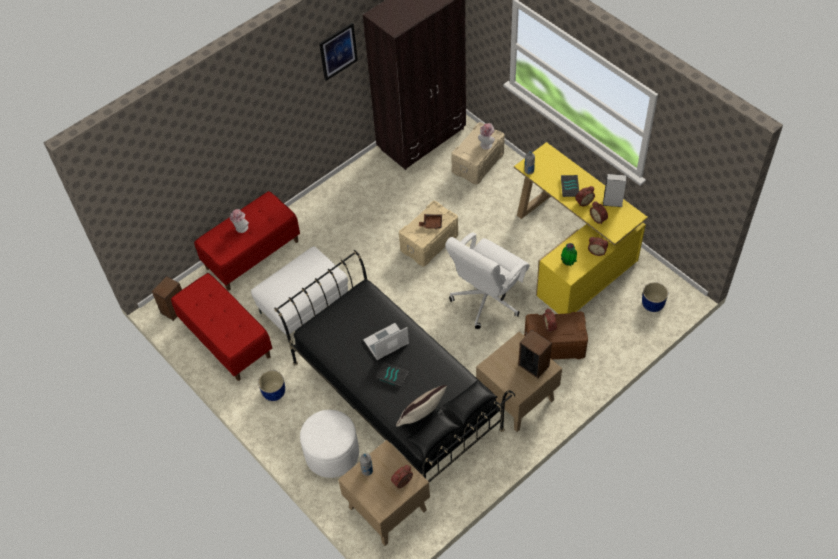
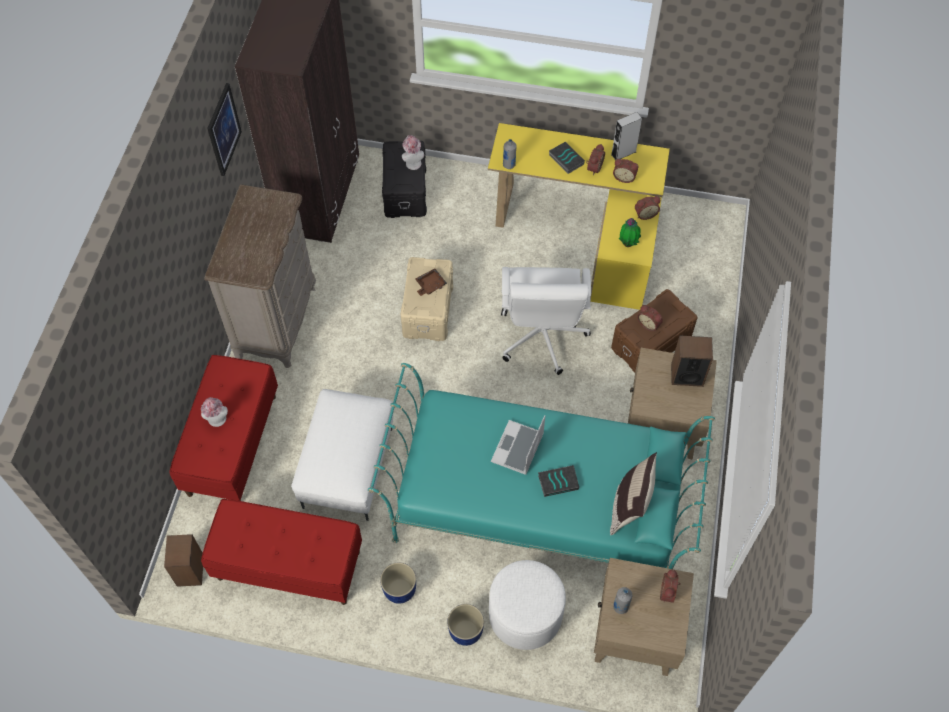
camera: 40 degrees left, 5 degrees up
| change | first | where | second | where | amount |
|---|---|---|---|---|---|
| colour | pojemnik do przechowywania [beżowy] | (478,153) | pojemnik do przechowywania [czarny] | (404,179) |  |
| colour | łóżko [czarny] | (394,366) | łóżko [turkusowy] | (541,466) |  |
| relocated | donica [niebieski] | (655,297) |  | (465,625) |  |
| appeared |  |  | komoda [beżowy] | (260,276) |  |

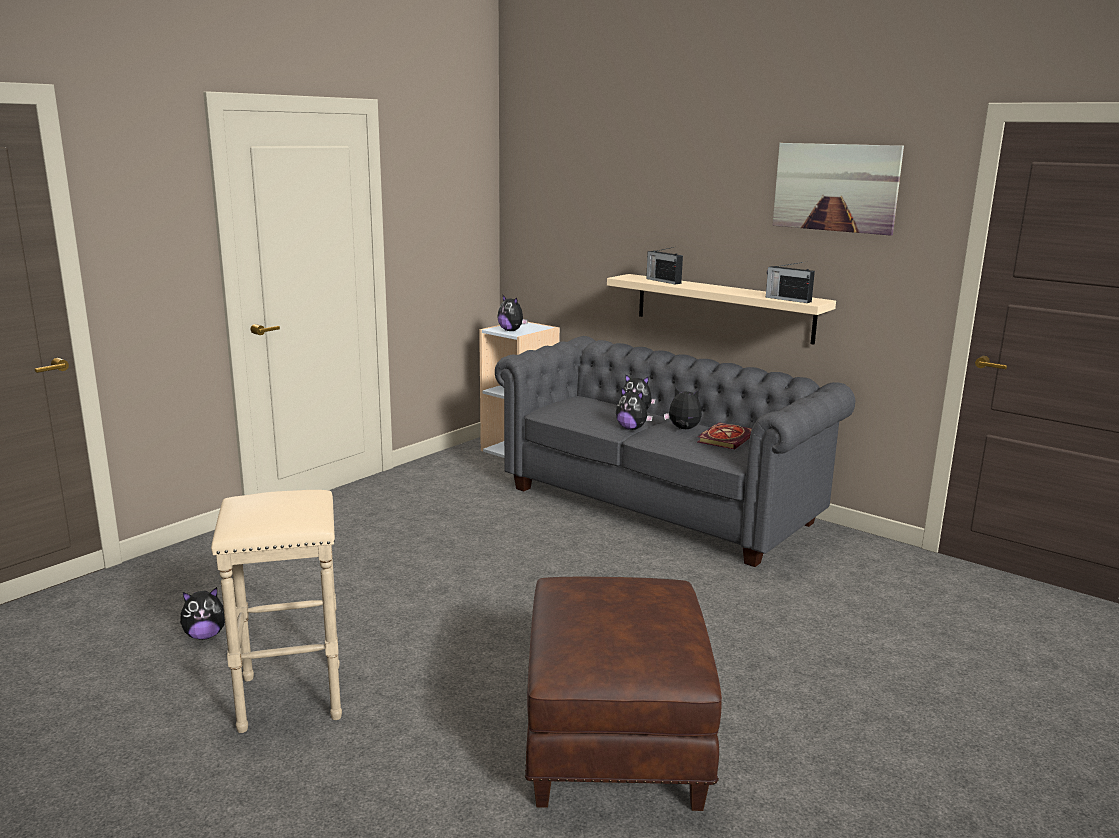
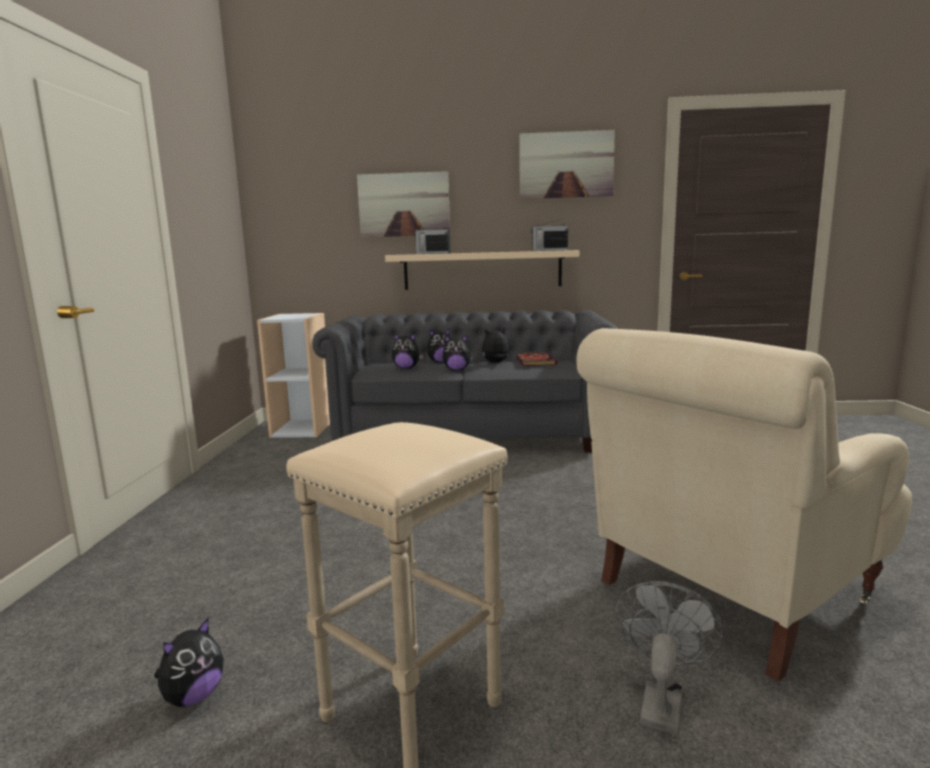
camera: 35 degrees left, 5 degrees down
| change | first | where | second | where | amount |
|---|---|---|---|---|---|
| relocated | pluszak | (512,313) |  | (408,351) |  |
| exchanged | pufa [brązowy] | (623,694) | fotel [beżowy] | (744,505) |  |
| appeared |  |  | obraz | (403,204) |  |
| appeared |  |  | wentylator [szary] | (669,658) |  |

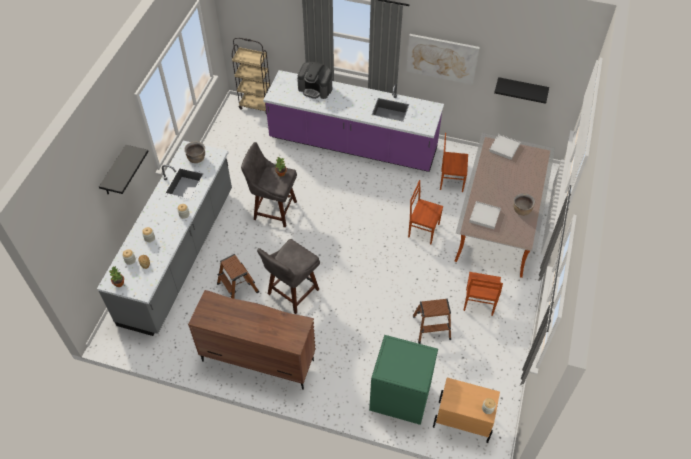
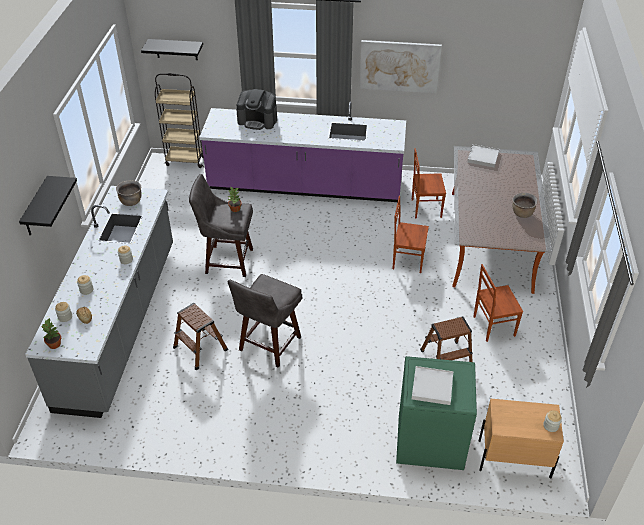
camera: 10 degrees left, 10 degrees down
| change | first | where | second | where | amount |
|---|---|---|---|---|---|
| relocated | półka [czarny] | (521,90) |  | (172,49) |  |
| relocated | taca [biały] | (485,215) |  | (432,385) |  |
| spun | krzesło [brązowy] | (483,294) |  | (498,303) | 75 degrees clockwise |
| missing | komoda [brązowy] | (252,340) |  |  |  |

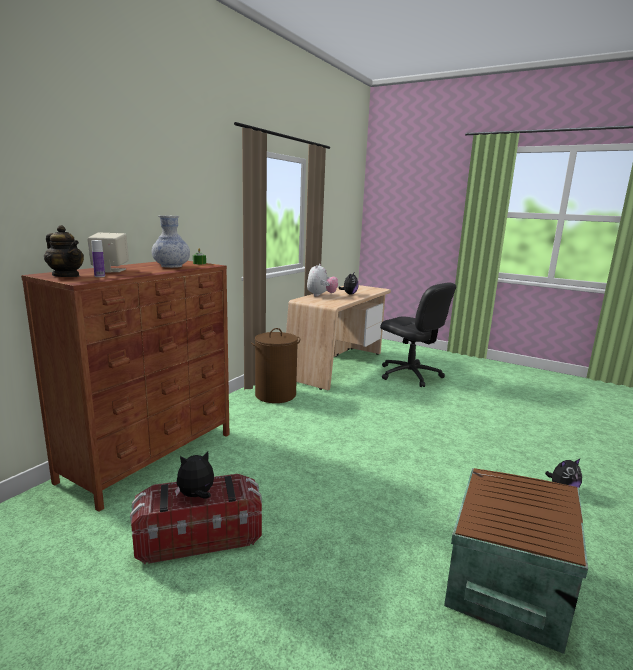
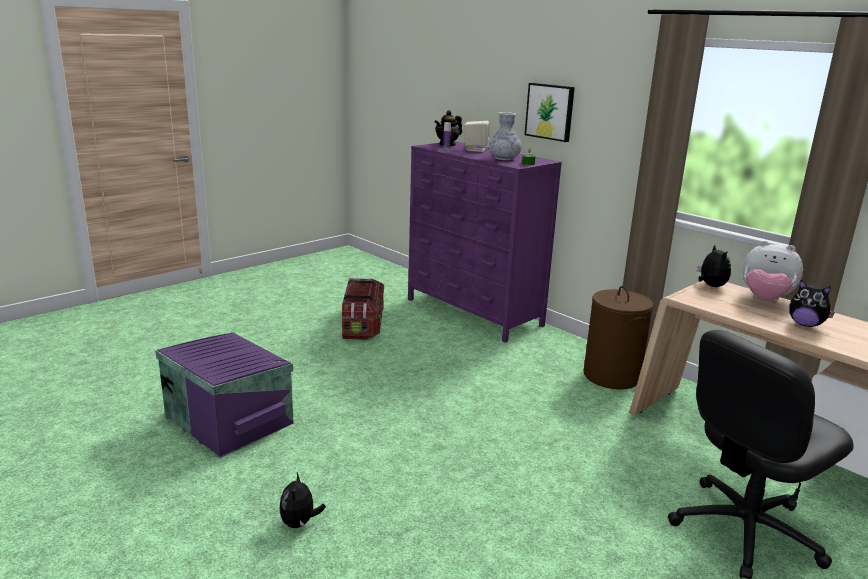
camera: 105 degrees right, 5 degrees up
| change | first | where | second | where | amount |
|---|---|---|---|---|---|
| colour | komoda [brązowy] | (125,386) | komoda [fioletowy] | (485,242) |  |
| relocated | pluszak | (194,475) |  | (714,266) |  |
| colour | pojemnik do przechowywania [brązowy] | (516,561) | pojemnik do przechowywania [fioletowy] | (224,395) |  |
| appeared |  |  | obraz | (550,112) |  |

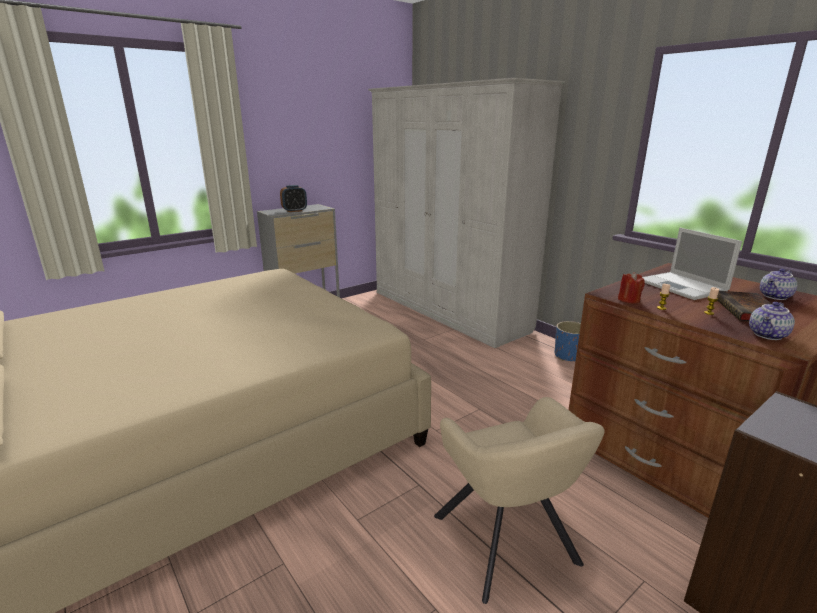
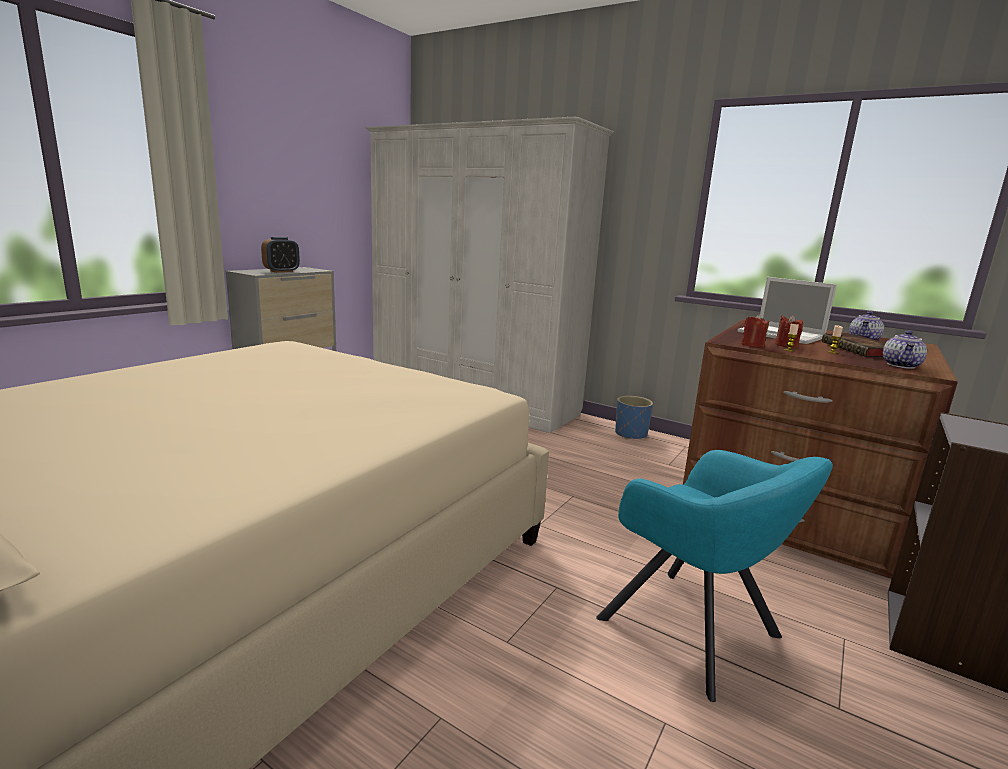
camera: 20 degrees left, 5 degrees down
| change | first | where | second | where | amount |
|---|---|---|---|---|---|
| colour | fotel [beżowy] | (519,500) | fotel [turkusowy] | (714,576) |  |
| appeared |  |  | świeca [czerwony] | (789,331) |  |

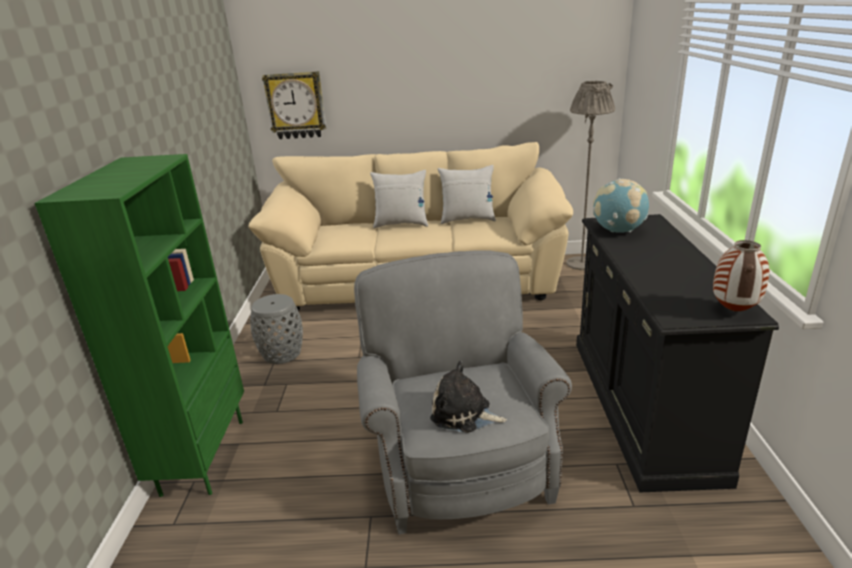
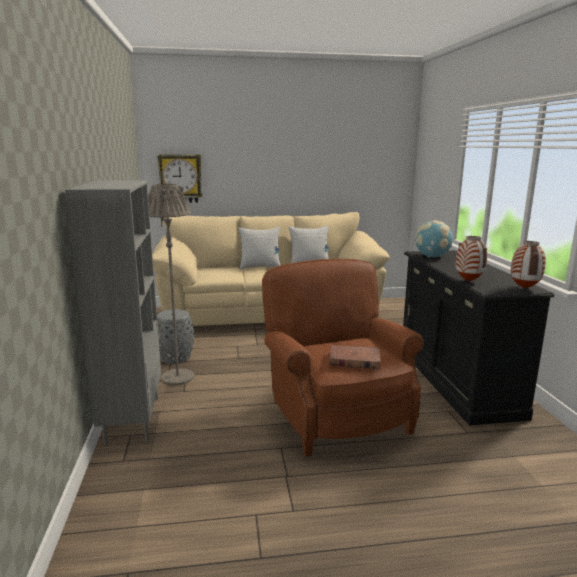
camera: 10 degrees left, 10 degrees down
| change | first | where | second | where | amount |
|---|---|---|---|---|---|
| relocated | lampa stojąca [szary] | (590,175) |  | (171,284) |  |
| colour | regał [zielony] | (139,325) | regał [szary] | (113,312) |  |
| colour | fotel [szary] | (463,392) | fotel [brązowy] | (343,358) |  |
| exchanged | pluszak | (468,397) | książka [brązowy] | (355,357) |  |
| appeared |  |  | wazon | (471,258) |  |

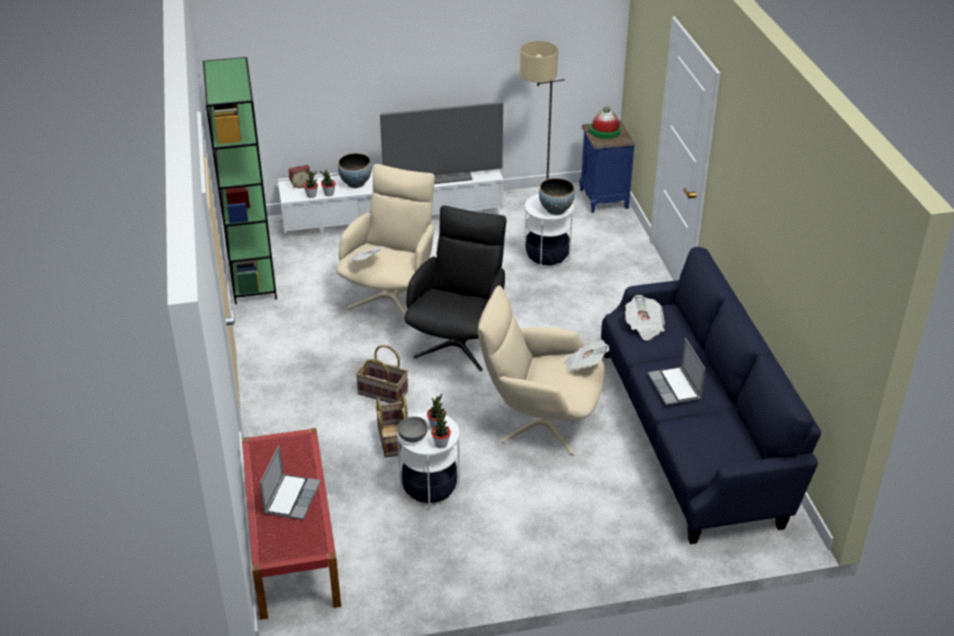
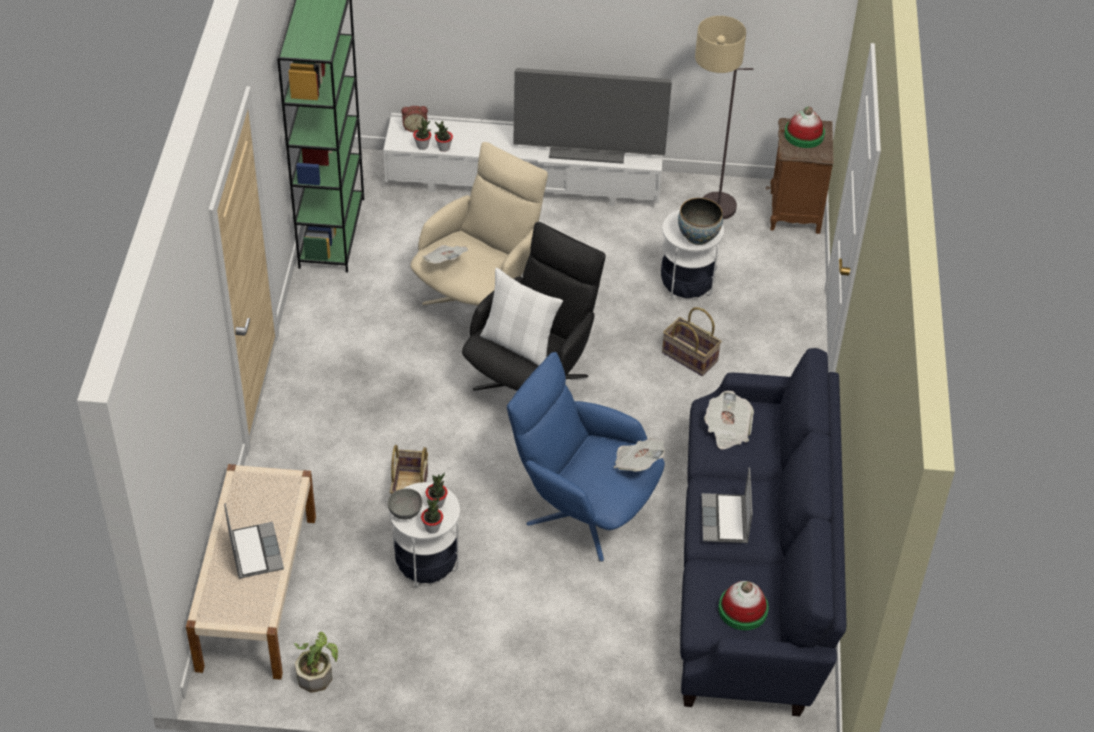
camera: 15 degrees right, 10 degrees up
| change | first | where | second | where | amount |
|---|---|---|---|---|---|
| colour | szafka nocna [niebieski] | (607,166) | szafka nocna [brązowy] | (800,176) |  |
| missing | miska | (355,170) |  |  |  |
| colour | fotel [beżowy] | (541,370) | fotel [niebieski] | (586,456) |  |
| relocated | koszyk | (382,374) |  | (692,341) |  |
| colour | ławka [czerwony] | (291,524) | ławka [beżowy] | (251,572) |  |
| spun | laptop | (290,482) |  | (254,541) | 45 degrees counterclockwise |
| appeared |  |  | poduszka [biały] | (521,317) |  |
| appeared |  |  | kapelusz | (743,605) |  |
| appeared |  |  | roślina doniczkowa | (316,662) |  |

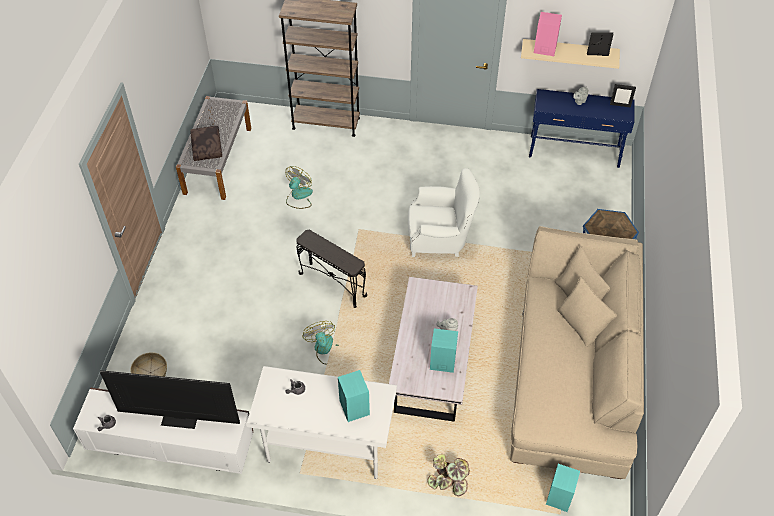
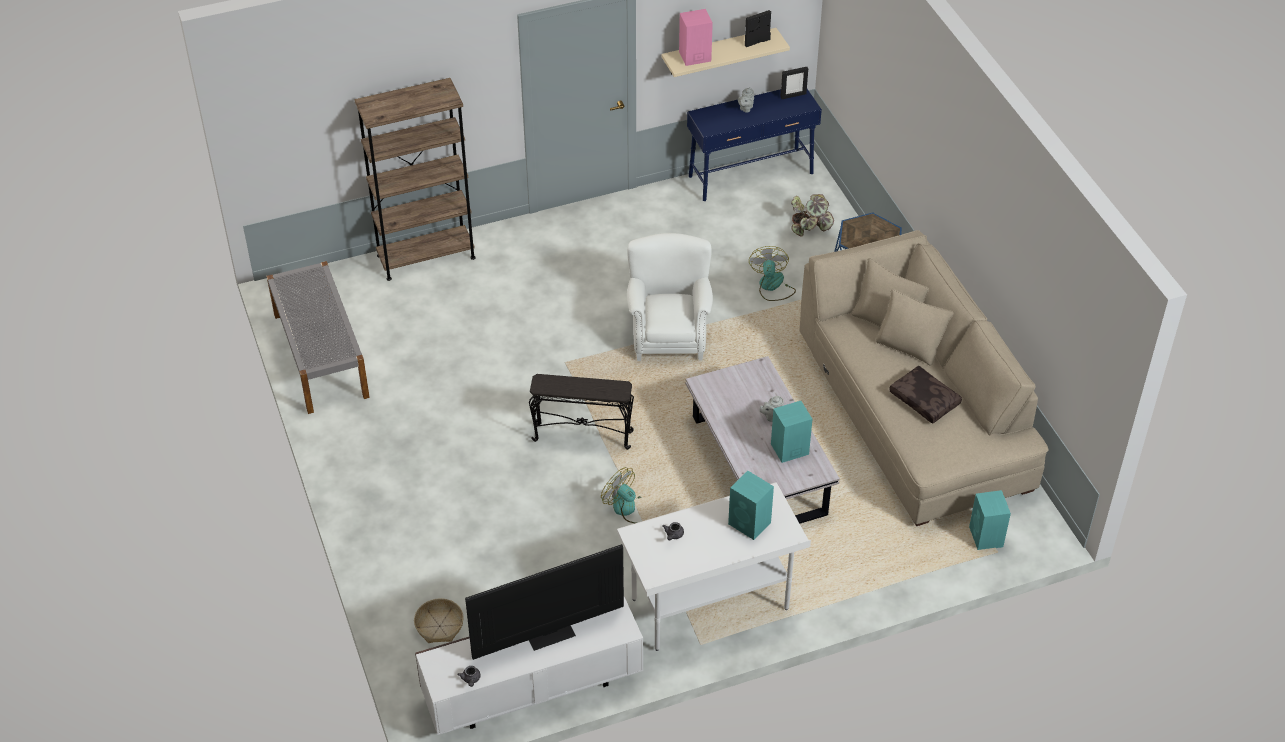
camera: 30 degrees left, 5 degrees down
| change | first | where | second | where | amount |
|---|---|---|---|---|---|
| relocated | poduszka [brązowy] | (206,143) |  | (925,395) |  |
| relocated | wentylator | (299,187) |  | (772,273) |  |
| spun | fotel [biały] | (444,212) |  | (670,297) | 60 degrees counterclockwise |
| relocated | roślina doniczkowa | (448,475) |  | (812,215) |  |

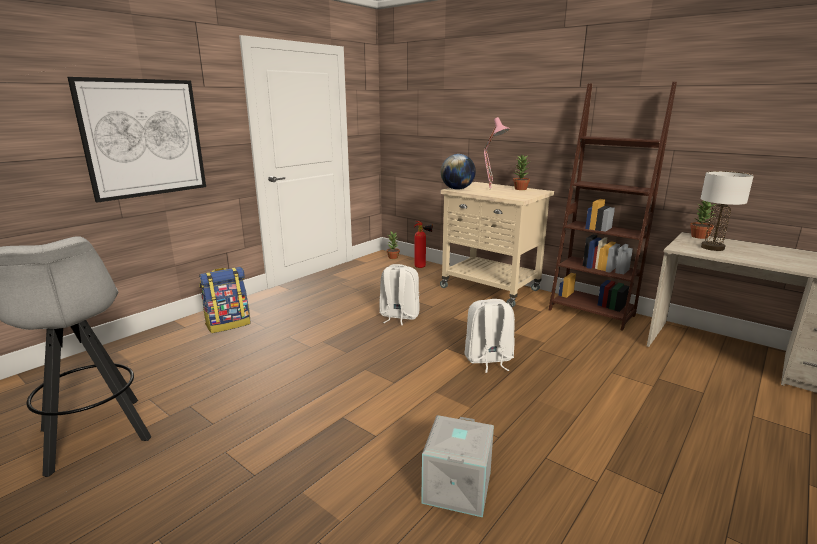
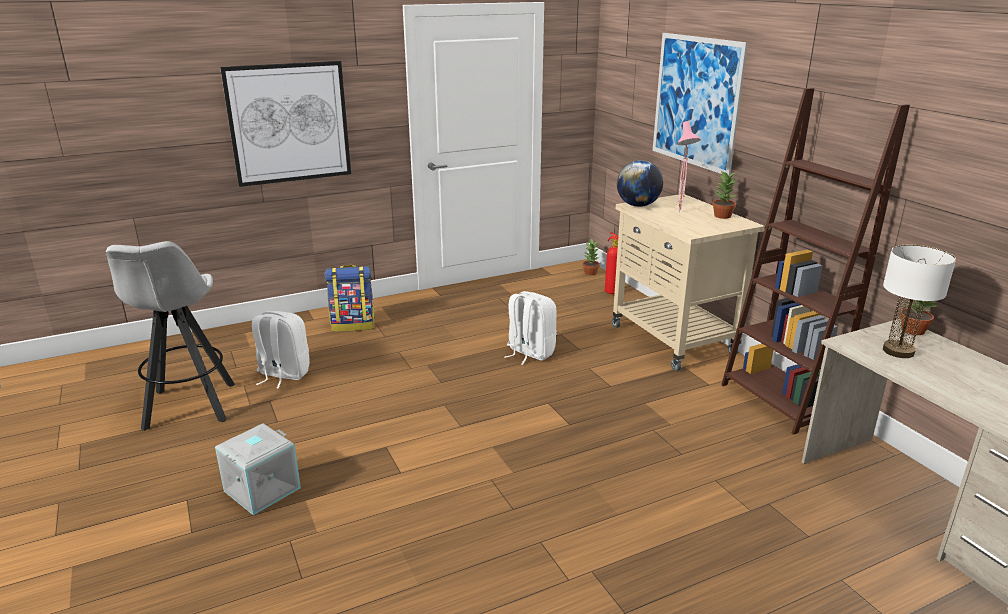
camera: 25 degrees right, 5 degrees up
| change | first | where | second | where | amount |
|---|---|---|---|---|---|
| relocated | plecak [biały] | (489,336) |  | (281,350) |  |
| relocated | pojemnik do przechowywania [szary] | (457,466) |  | (258,469) |  |
| appeared |  |  | obraz | (700,104) |  |

